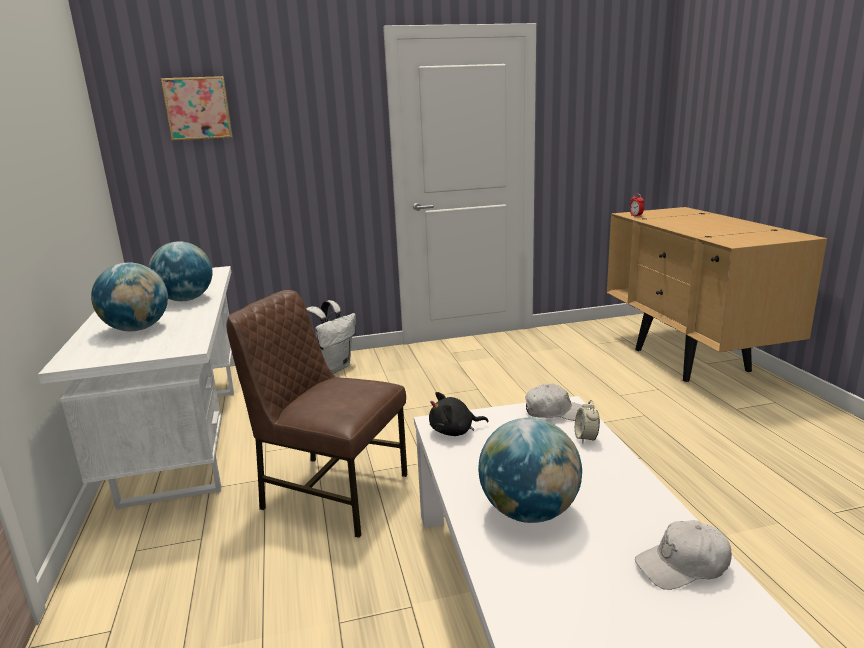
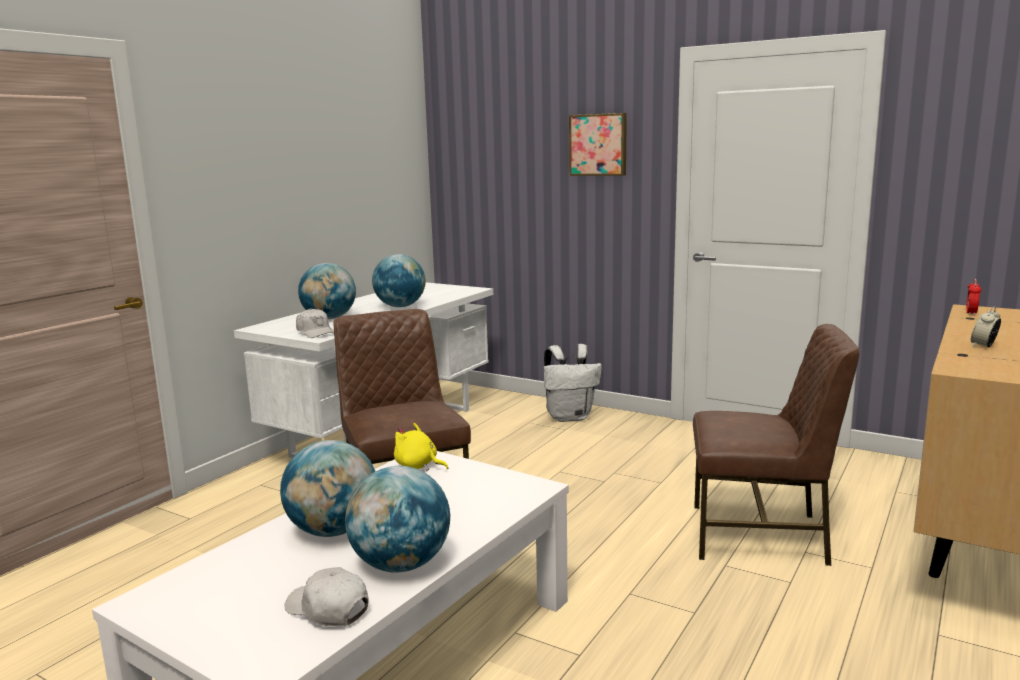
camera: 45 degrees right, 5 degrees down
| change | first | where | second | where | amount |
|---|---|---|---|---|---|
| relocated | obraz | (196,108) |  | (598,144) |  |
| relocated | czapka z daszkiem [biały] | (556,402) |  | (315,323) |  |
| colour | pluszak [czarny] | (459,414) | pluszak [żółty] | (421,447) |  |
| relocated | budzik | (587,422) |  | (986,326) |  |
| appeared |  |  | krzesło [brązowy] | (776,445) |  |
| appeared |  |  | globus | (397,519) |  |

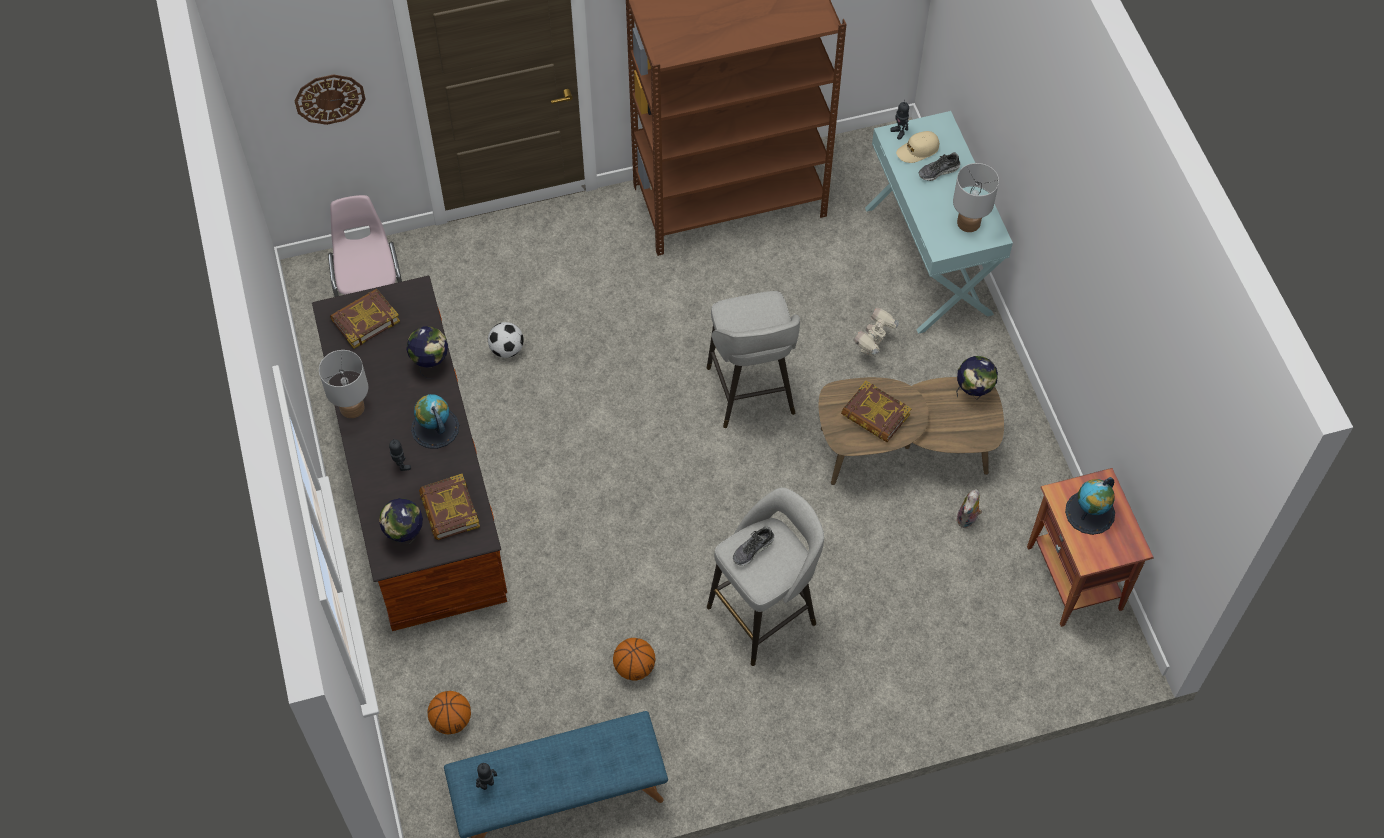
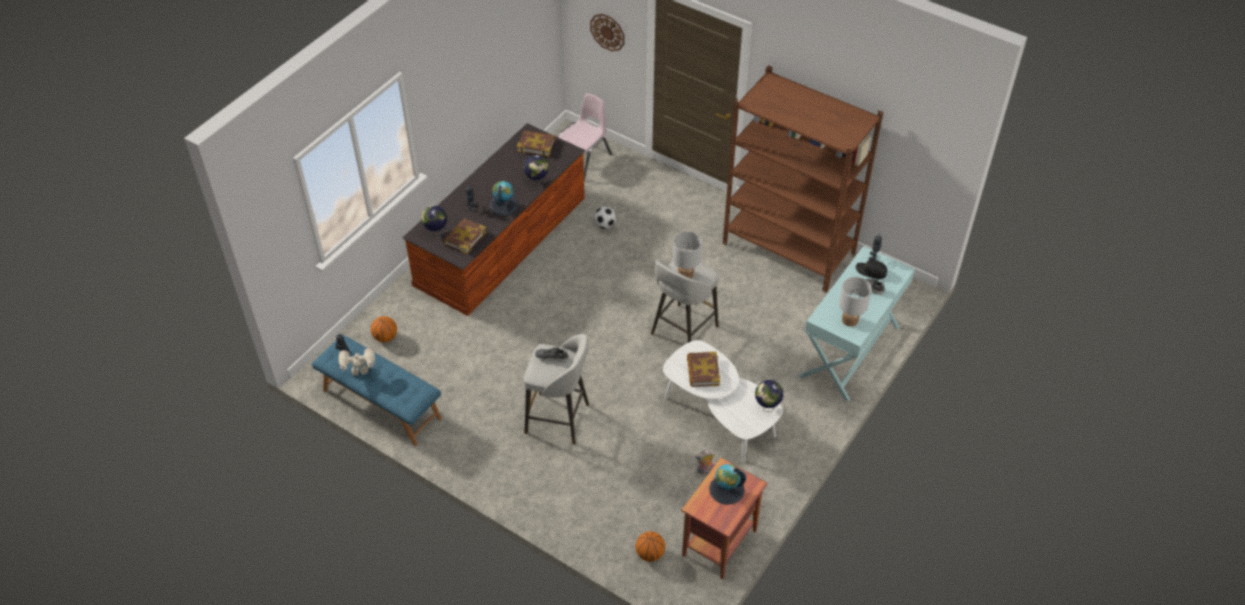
camera: 50 degrees right, 10 degrees down
| change | first | where | second | where | amount |
|---|---|---|---|---|---|
| colour | czapka z daszkiem [beżowy] | (918,147) | czapka z daszkiem [czarny] | (871,269) |  |
| relocated | robot zabawkowy | (876,332) |  | (357,362) |  |
| relocated | lampa stołowa [szary] | (343,384) |  | (687,255) |  |
| colour | ława [brązowy] | (911,431) | ława [biały] | (723,401) |  |
| relocated | piłka do koszykówki | (634,659) |  | (650,546) |  |

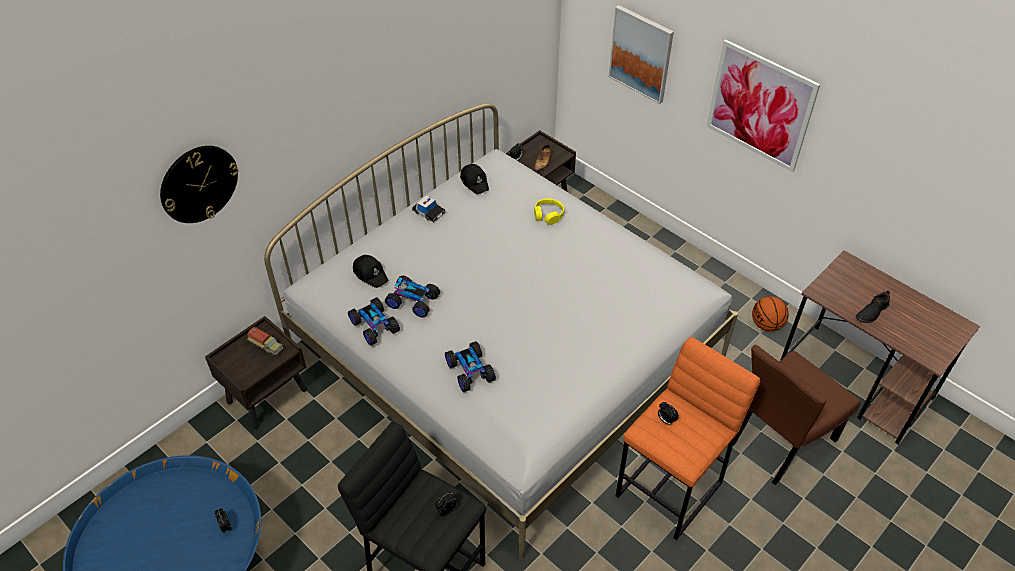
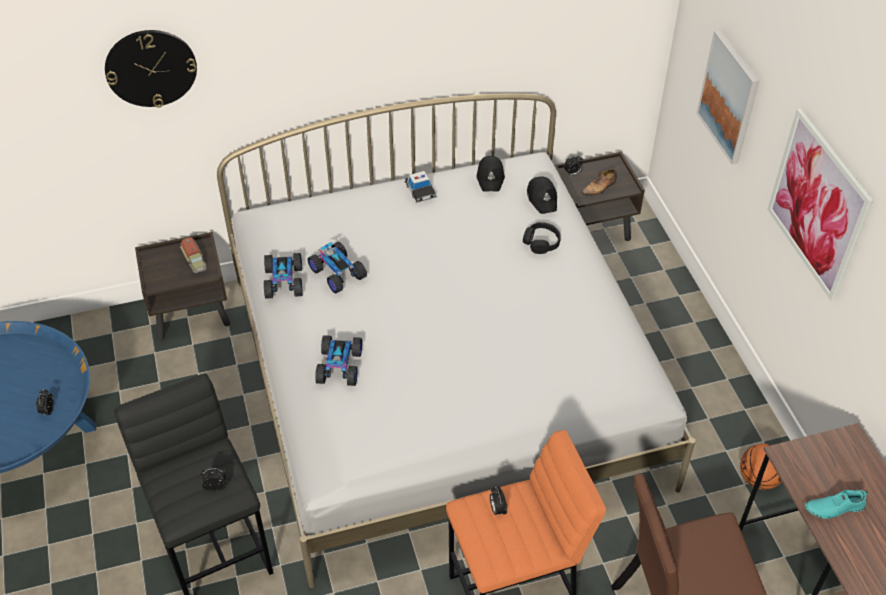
camera: 30 degrees right, 0 degrees up
| change | first | where | second | where | amount |
|---|---|---|---|---|---|
| colour | słuchawki [żółty] | (549,211) | słuchawki [czarny] | (542,238) |  |
| relocated | czapka z daszkiem [czarny] | (370,271) |  | (542,195) |  |
| colour | but [czarny] | (873,306) | but [turkusowy] | (836,504) |  |

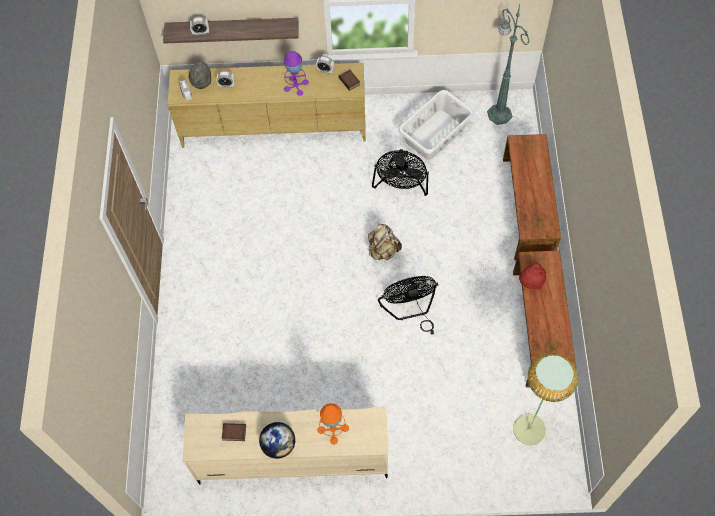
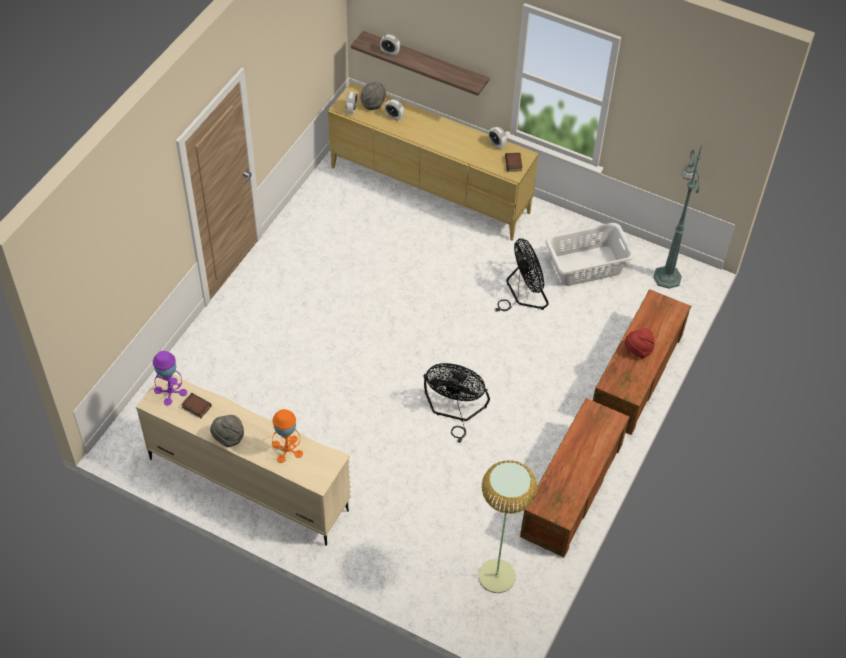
camera: 25 degrees right, 10 degrees down
| change | first | where | second | where | amount |
|---|---|---|---|---|---|
| relocated | lampa stołowa [fioletowy] | (296,73) |  | (170,378) |  |
| spun | wentylator [czarny] | (400,172) |  | (522,275) | 150 degrees counterclockwise |
| missing | plecak [beżowy] | (385,242) |  |  |  |
| relocated | kapelusz [czerwony] | (532,276) |  | (640,343) |  |
| exchanged | globus | (277,440) | kapelusz [szary] | (227,431) |  |

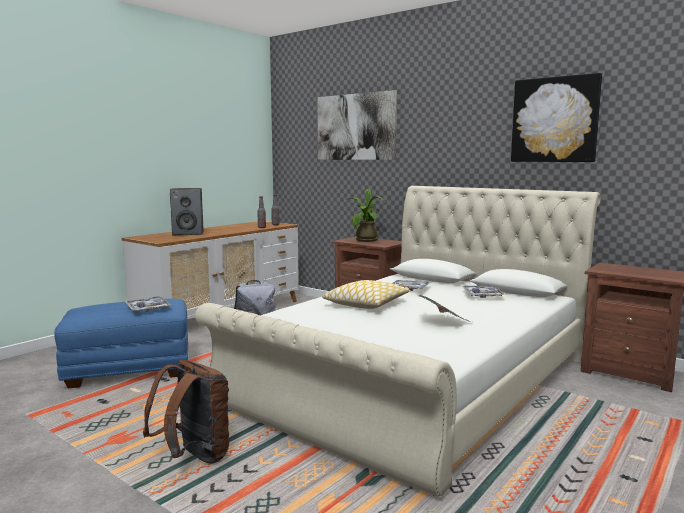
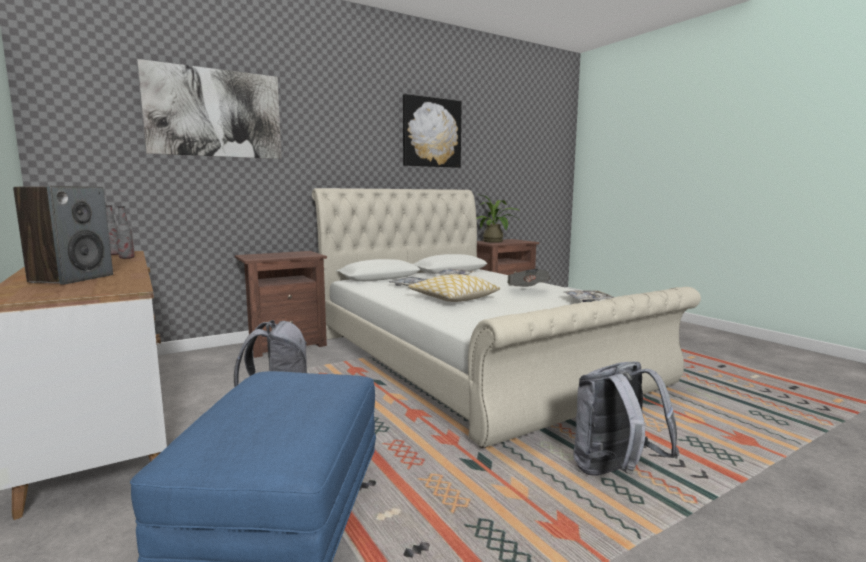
camera: 70 degrees left, 0 degrees up
| change | first | where | second | where | amount |
|---|---|---|---|---|---|
| relocated | roślina doniczkowa | (365,215) |  | (499,218) |  |
| relocated | taca | (148,304) |  | (589,296) |  |
| colour | plecak [brązowy] | (186,412) | plecak [szary] | (626,419) |  |

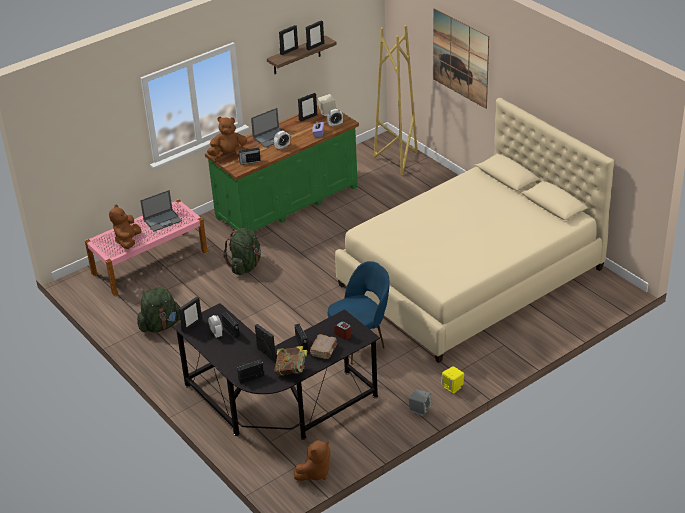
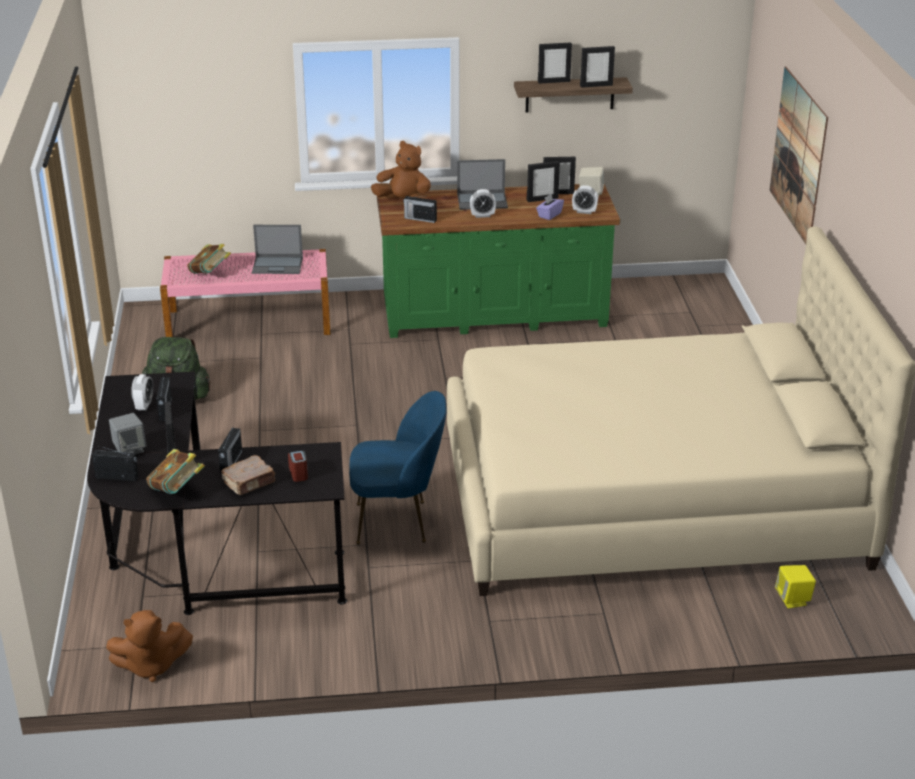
camera: 30 degrees right, 5 degrees down
| change | first | where | second | where | amount |
|---|---|---|---|---|---|
| missing | wieszak [żółty] | (396,100) |  |  |  |
| exchanged | pluszak [brązowy] | (125,226) | książka | (209,259) |  |
| missing | plecak [zielony] | (242,251) |  |  |  |
| relocated | ramka na zdjęcie | (190,315) |  | (543,181) |  |
| relocated | głośnik [żółty] | (452,380) |  | (795,587) |  |
| relocated | głośnik [szary] | (420,403) |  | (127,434) |  |

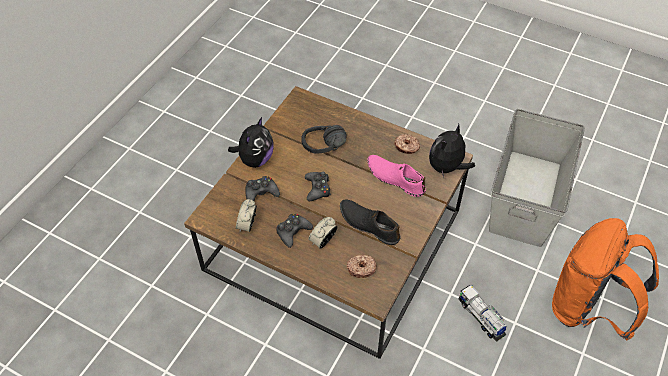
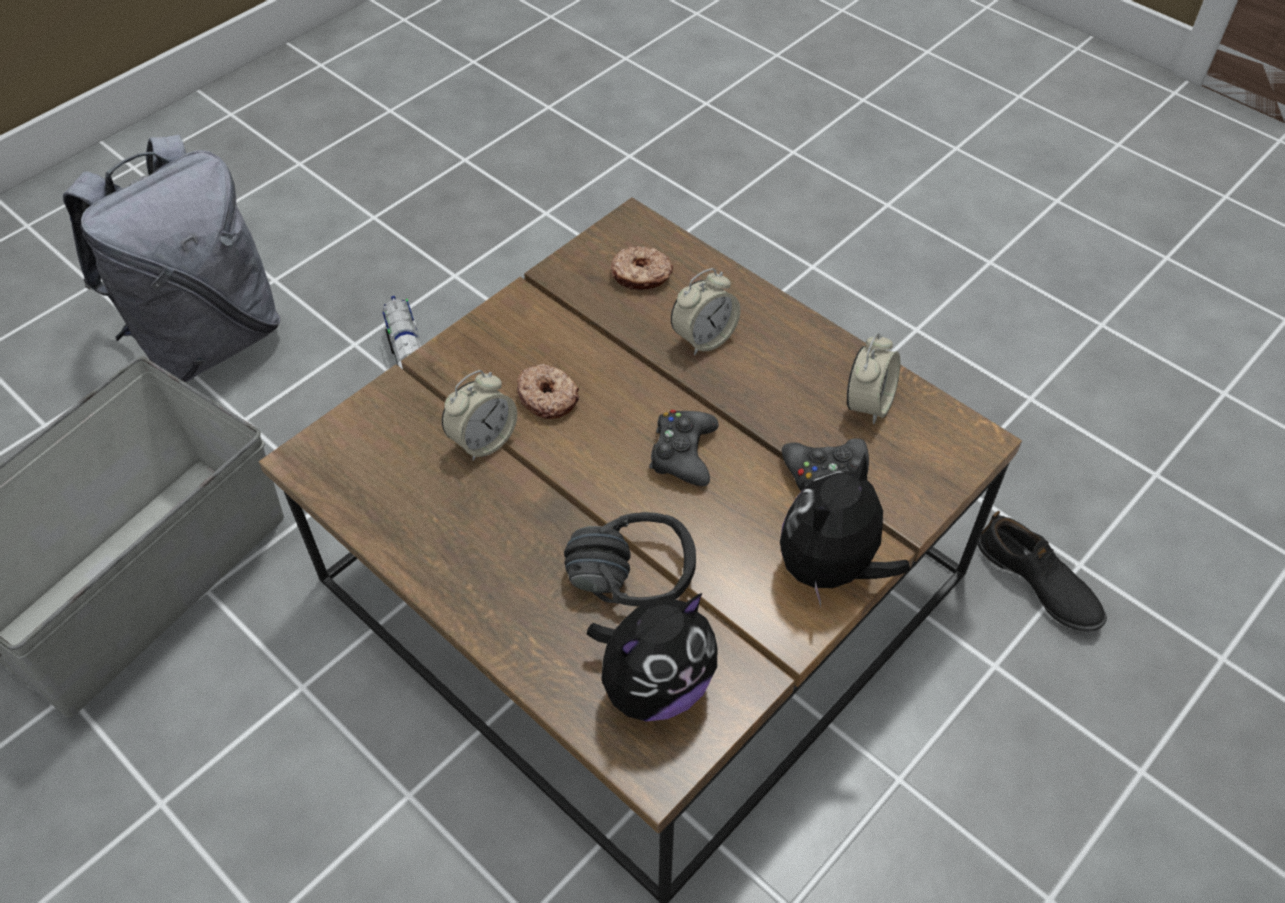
camera: 165 degrees left, 0 degrees up
| change | first | where | second | where | amount |
|---|---|---|---|---|---|
| relocated | pluszak | (452,151) |  | (652,657) |  |
| relocated | donut | (407,144) |  | (548,391) |  |
| exchanged | but [różowy] | (396,176) | budzik | (479,415) |  |
| relocated | but [czarny] | (370,222) |  | (1042,571) |  |
| missing | pad do gier [czarny] | (294,231) |  |  |  |
| colour | plecak [pomarańczowy] | (605,279) | plecak [szary] | (172,258) |  |

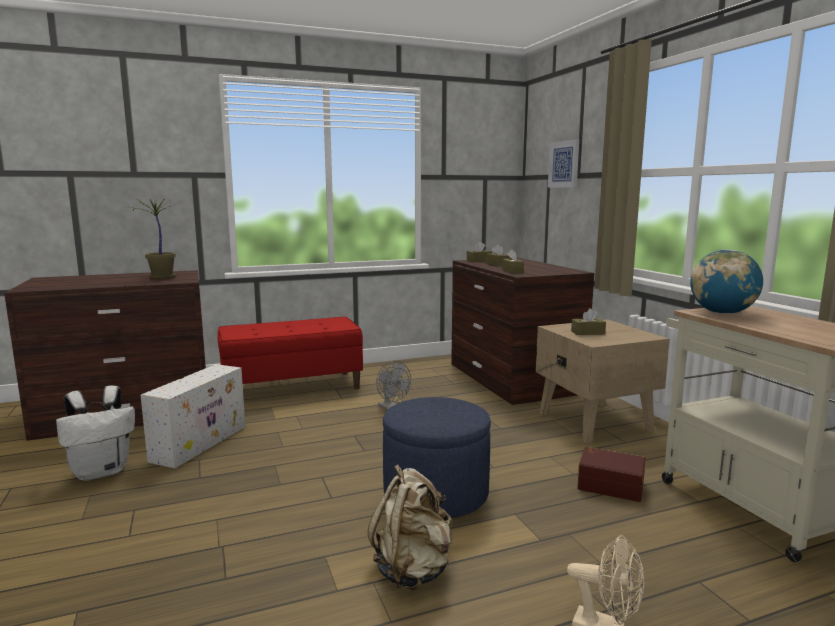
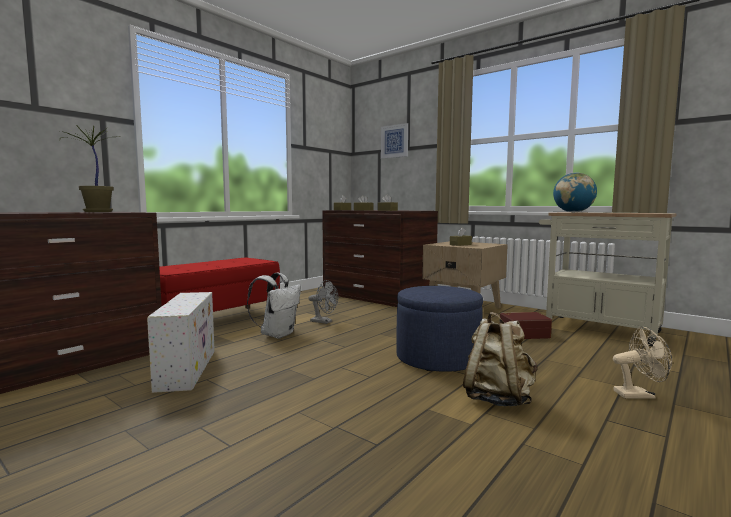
camera: 30 degrees left, 5 degrees down
| change | first | where | second | where | amount |
|---|---|---|---|---|---|
| relocated | plecak [biały] | (95,433) |  | (274,305) |  |

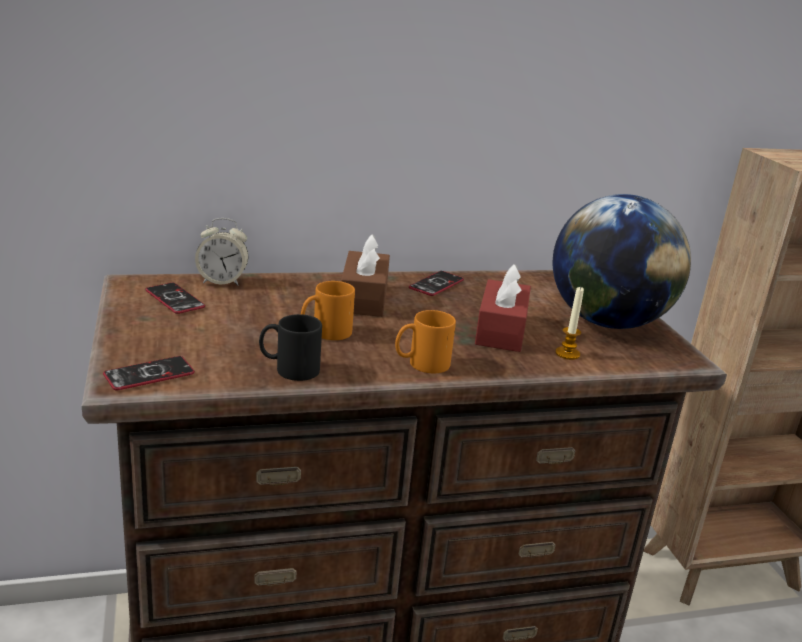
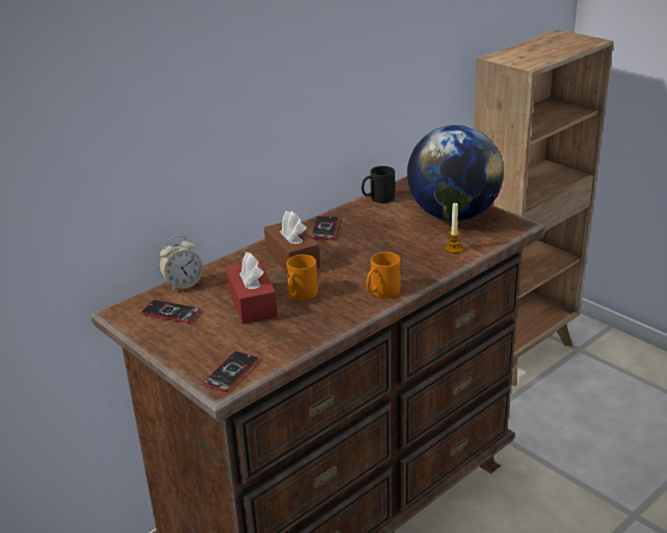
camera: 25 degrees left, 5 degrees up
| change | first | where | second | where | amount |
|---|---|---|---|---|---|
| relocated | pudełko chusteczek [czerwony] | (503,308) |  | (252,288) |  |
| relocated | kubek [czarny] | (290,347) |  | (378,184) |  |

